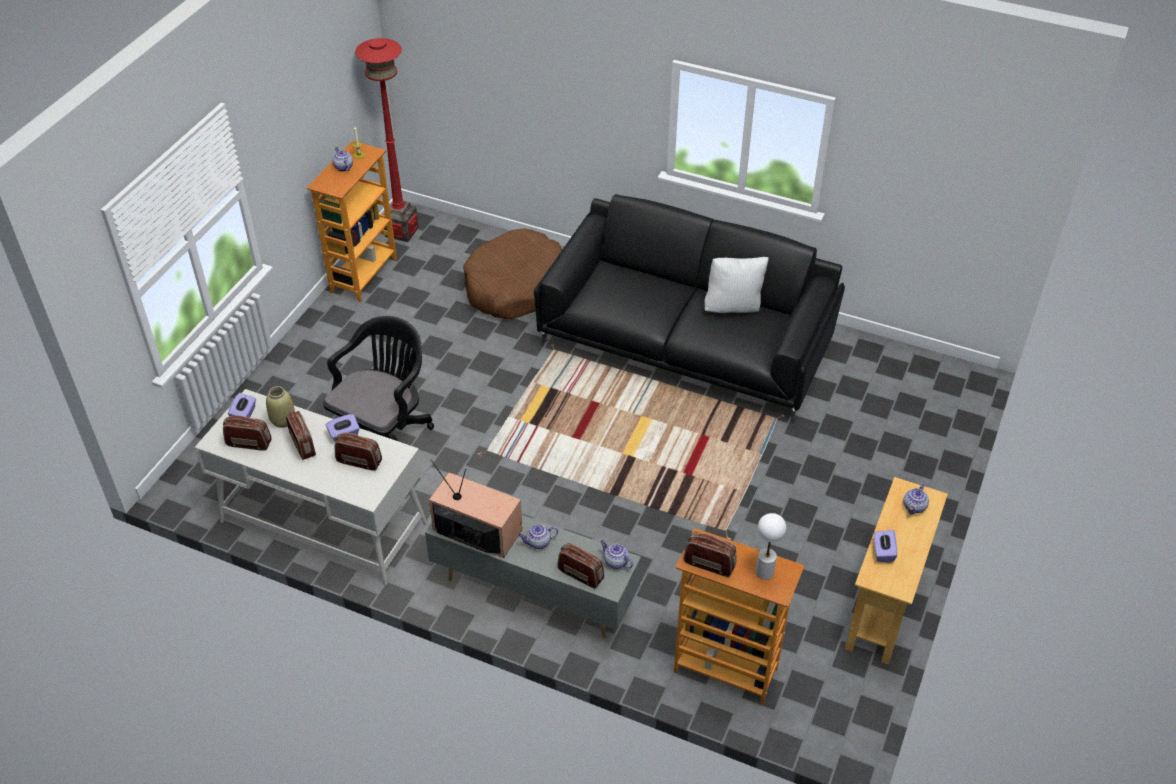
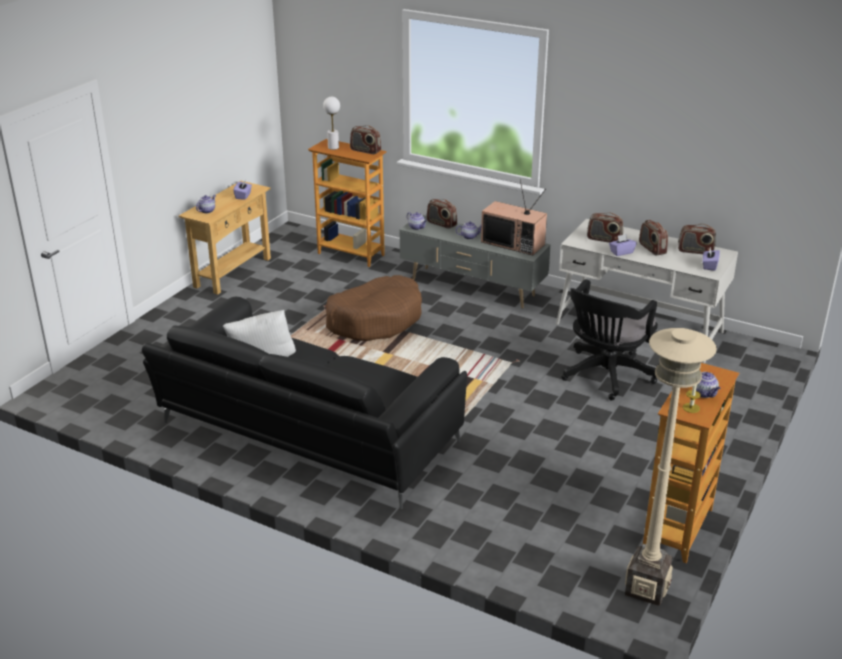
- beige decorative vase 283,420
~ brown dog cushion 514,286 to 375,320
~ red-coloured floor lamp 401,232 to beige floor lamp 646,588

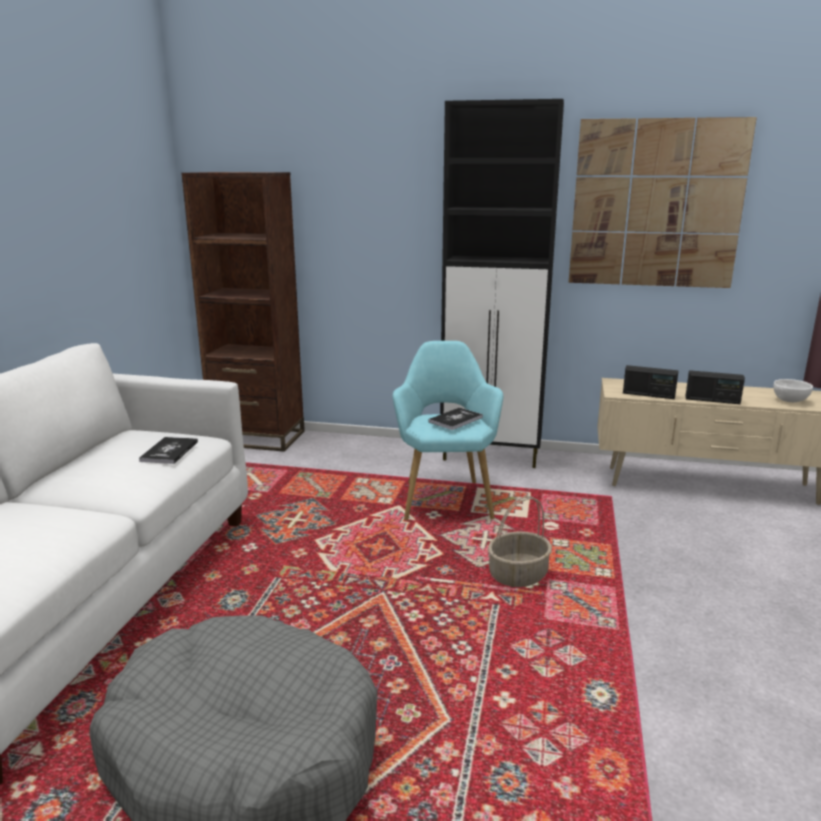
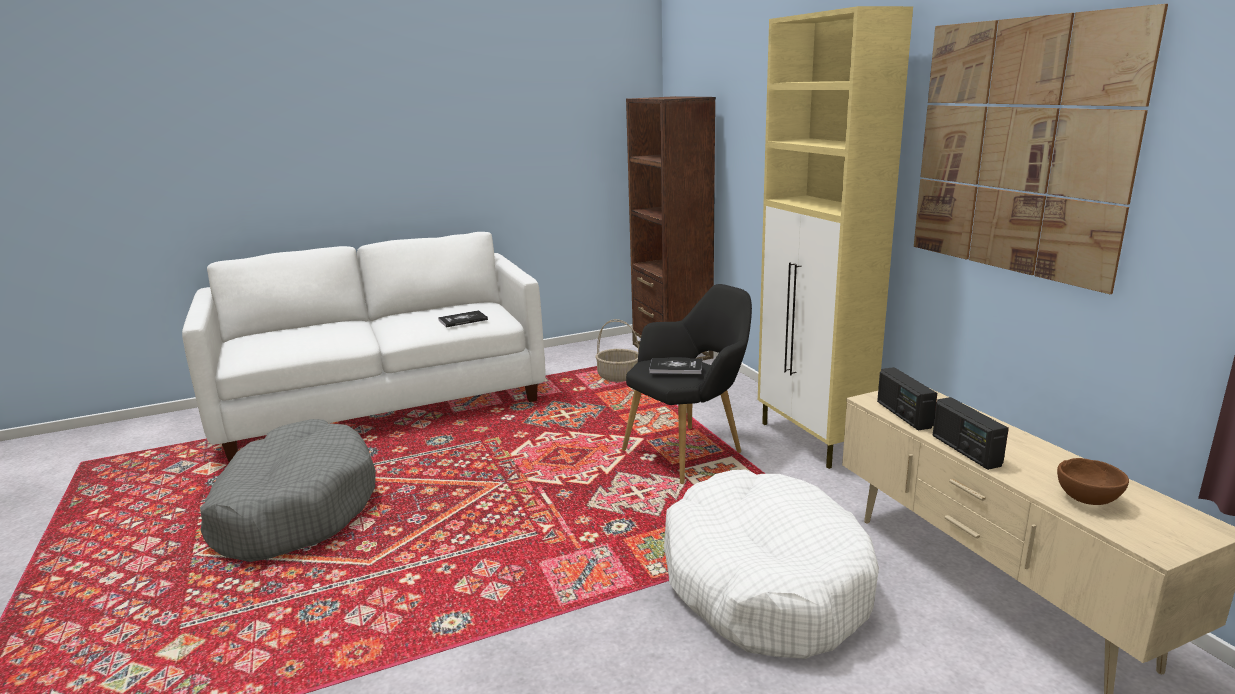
+ white-coloured dog cushion 764,582
~ household basket 518,575 to 619,376
~ turquoise lounge chair 445,497 to blackish lounge chair 690,451
~ blackish cupboard 492,456 to beige cupboard 813,440
~ white-coloured serving bowl 789,401 to brown serving bowl 1087,499

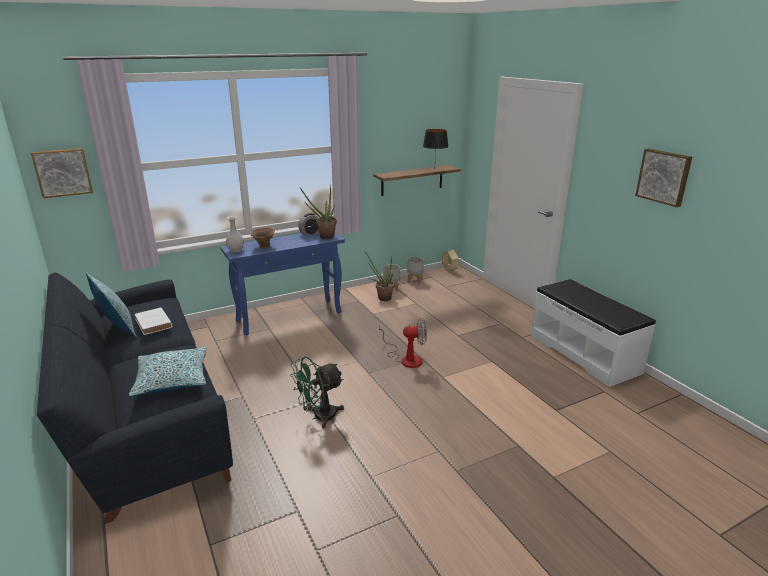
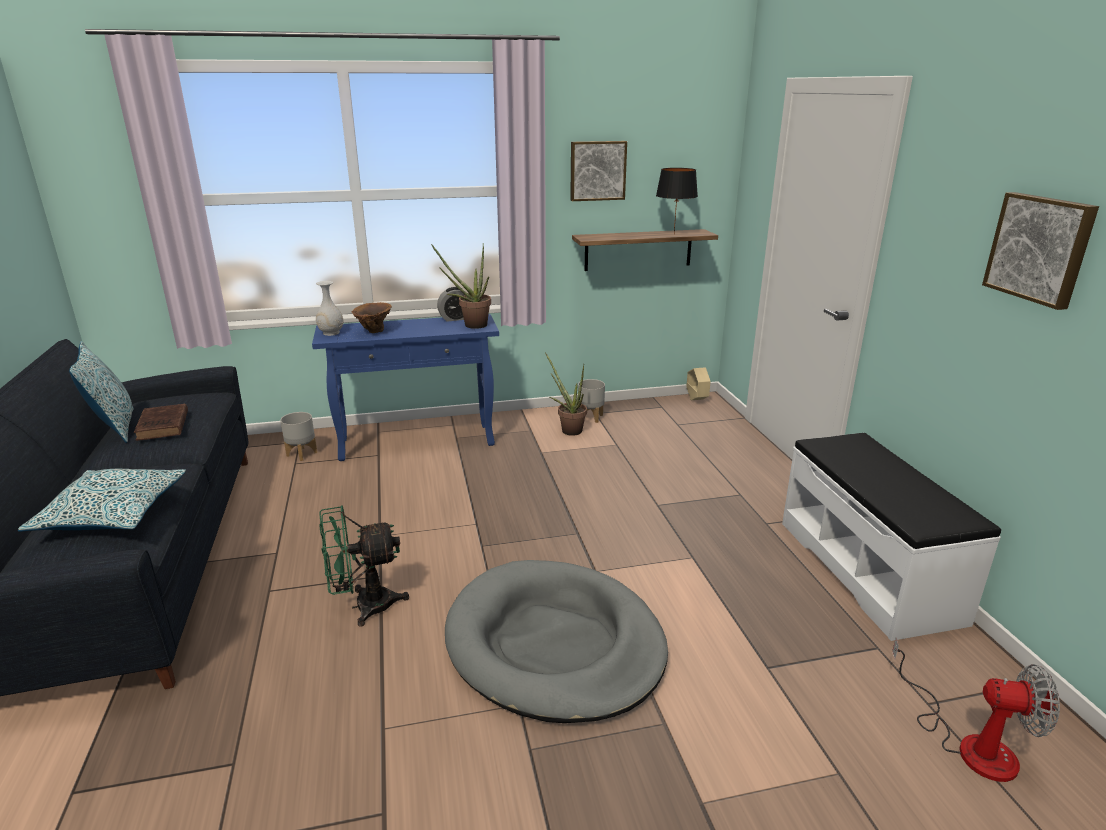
+ grey dog cushion 554,644
~ picture 62,172 to 597,170
~ cooling fan 406,358 to 969,743
~ grey plant pot 415,280 to 301,454
~ white-coloured bound book 154,324 to brown bound book 163,426

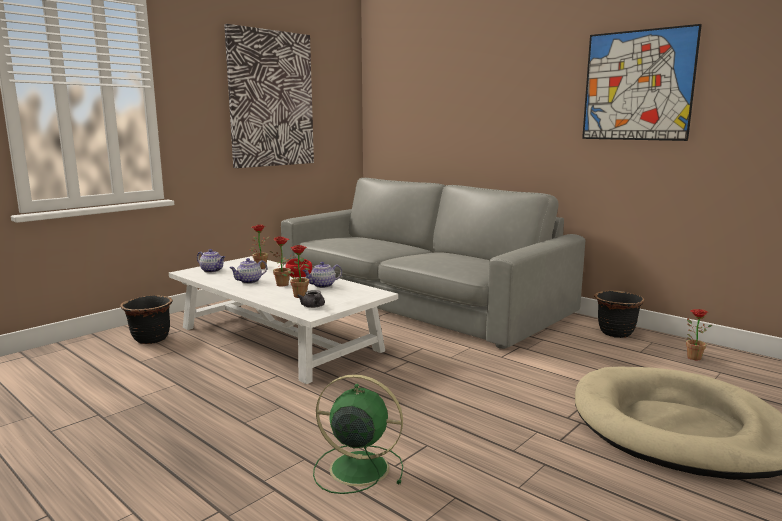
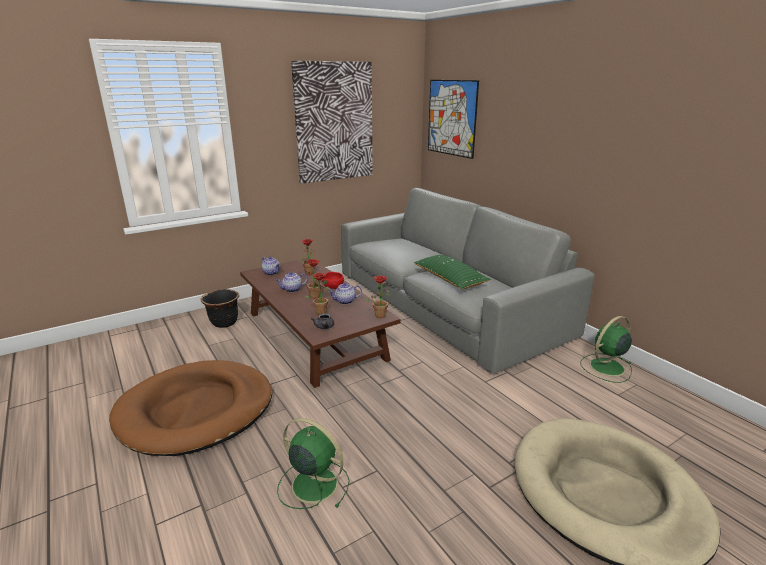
+ brown dog cushion 196,410
+ greenish cushion 450,279
~ picture 637,86 to 451,118
~ houseplant 691,356 to 380,314
~ blackish plant pot 615,333 to greenish cooling fan 605,367
~ white-coloured lounge table 280,338 to brown lounge table 315,335

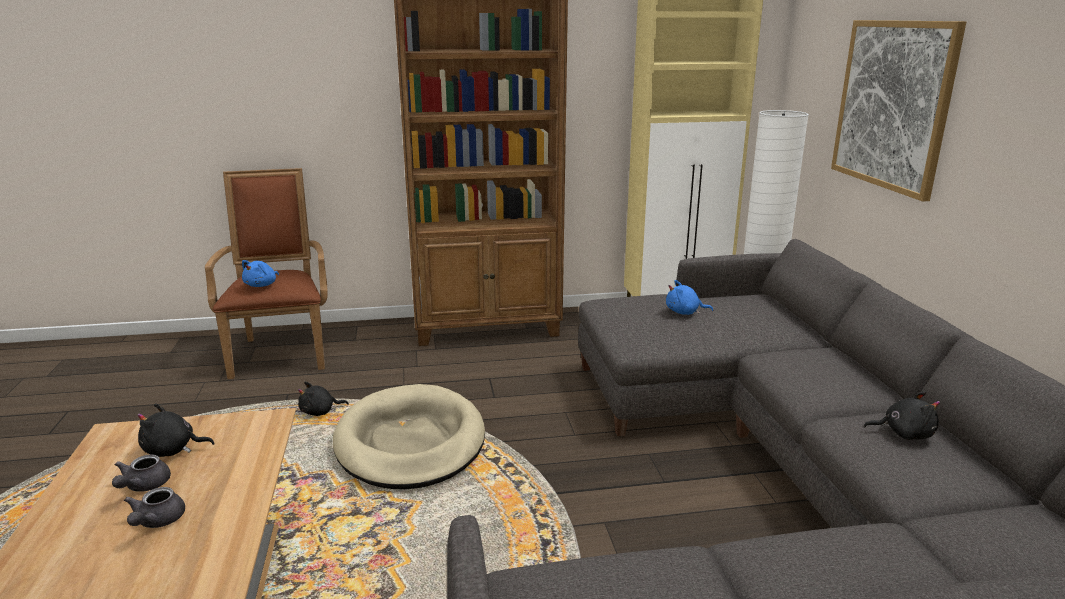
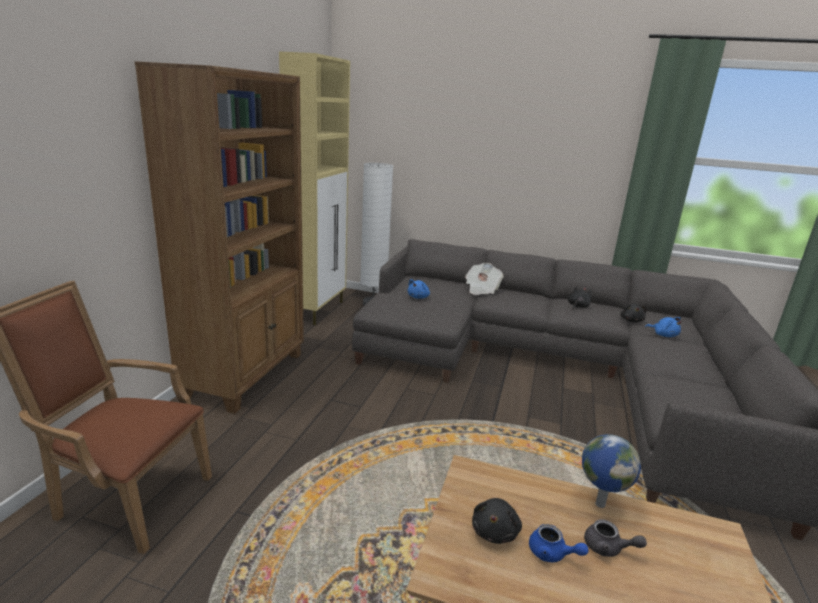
- beige dog cushion 410,442
- picture 892,105
+ newspaper 481,289
+ globe 599,503
~ blue-coloured soft toy 262,285 to 663,335
~ blackish soft toy 320,412 to 631,320
~ grey pot for tea 143,486 to blue-coloured pot for tea 552,554

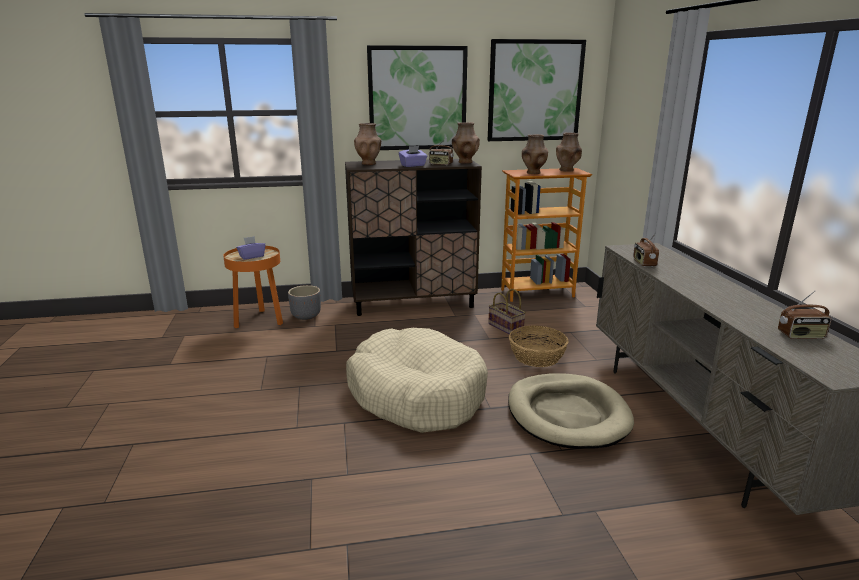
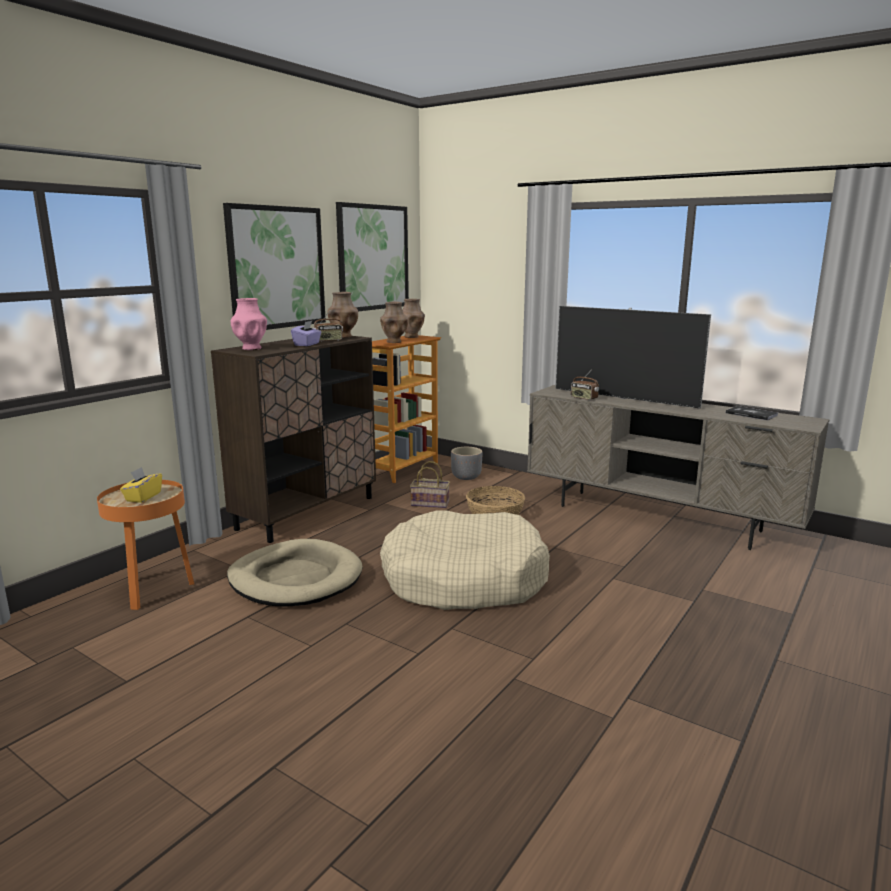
+ television 624,398
~ grey plant pot 305,316 to 466,477
~ beige dog cushion 567,414 to 295,578
~ radio receiver 801,336 to bound book 751,414
~ purplish tissue box 252,256 to yellow tissue box 143,497
~ brown decorative vase 368,163 to pink-coloured decorative vase 251,348

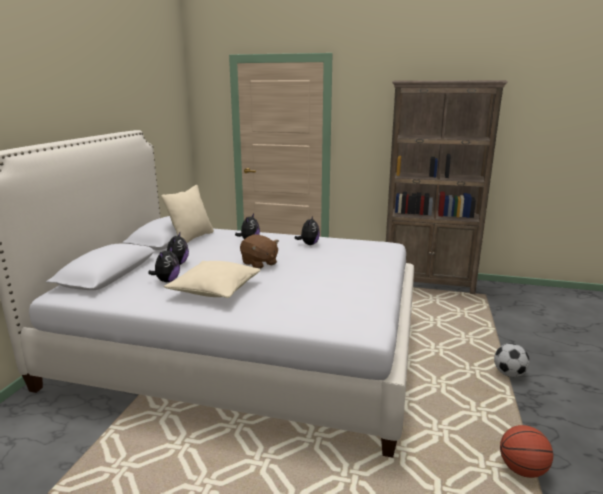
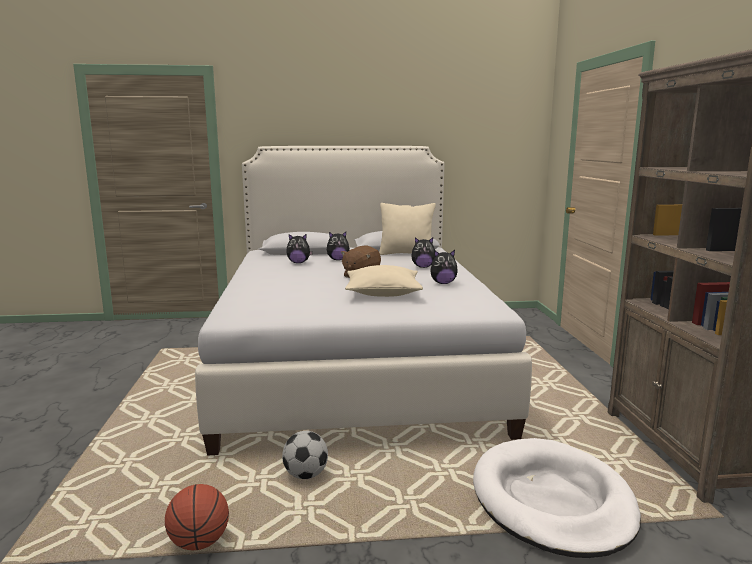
+ white-coloured dog cushion 552,501
~ beige cushion 215,290 to 383,292
~ football 509,374 to 305,475

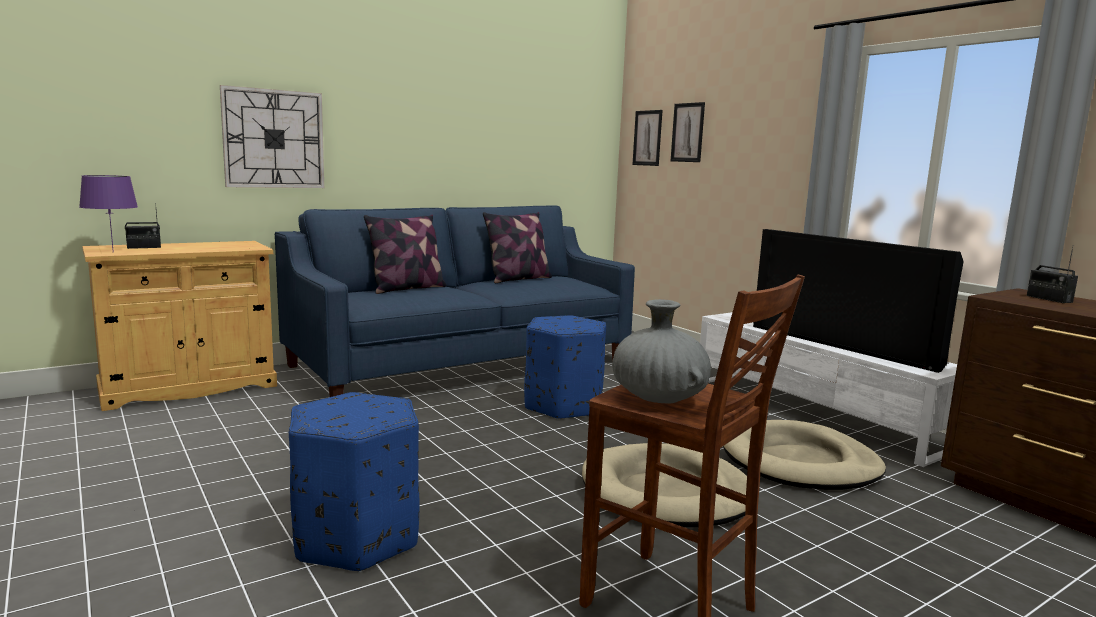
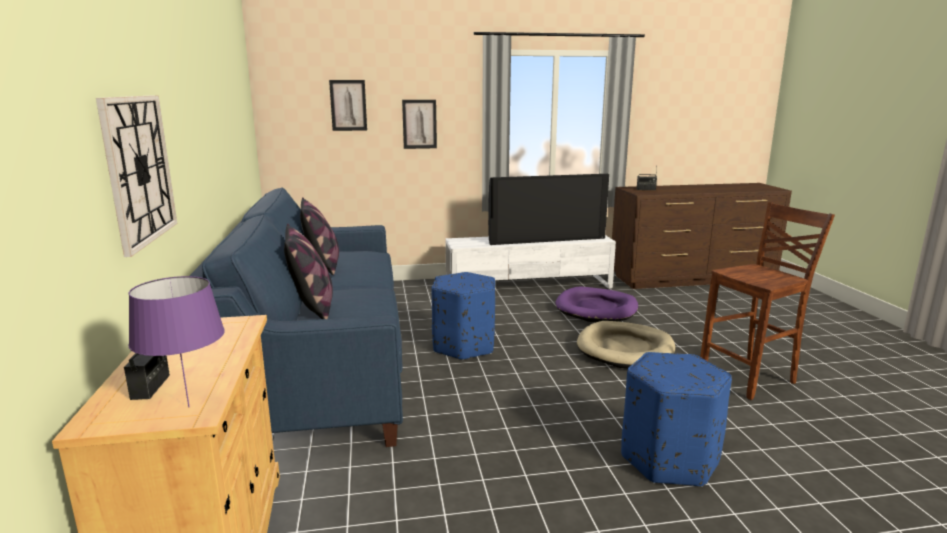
- grey decorative vase 658,398
~ picture 647,138 to 419,124
~ beige dog cushion 799,462 to purplish dog cushion 596,309

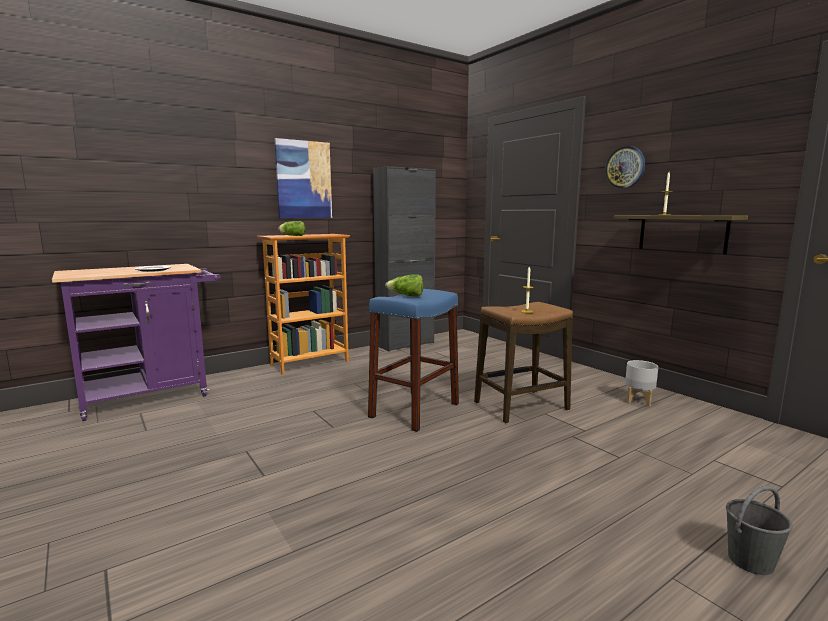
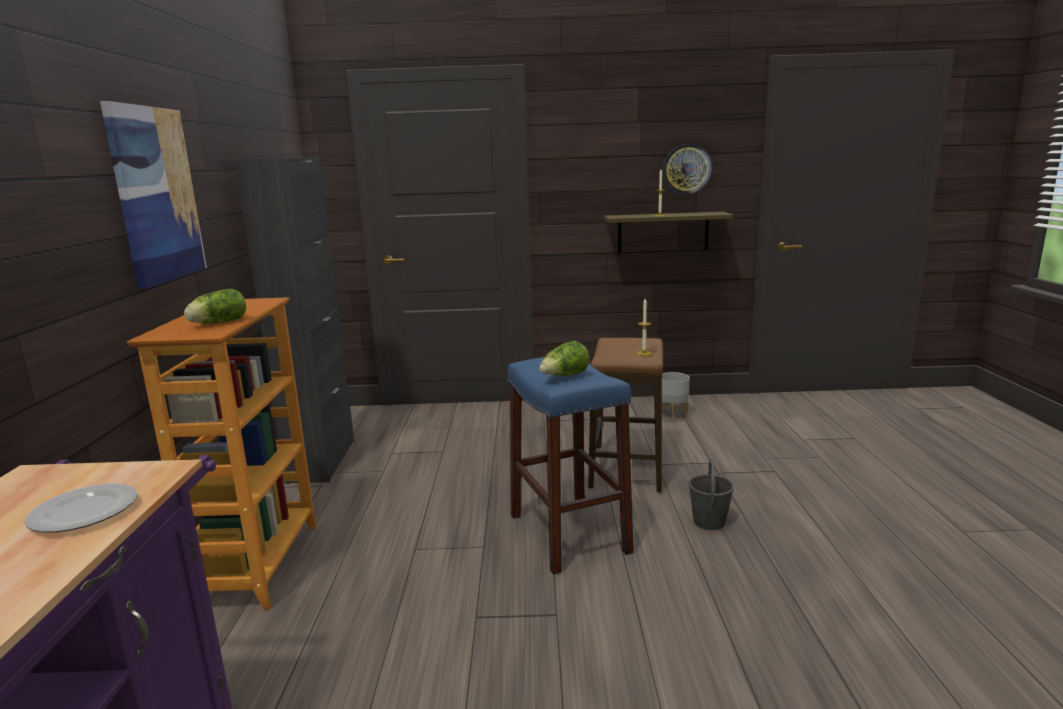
~ clock on the wall 625,167 to 686,169
~ grey pail 750,561 to 709,522

